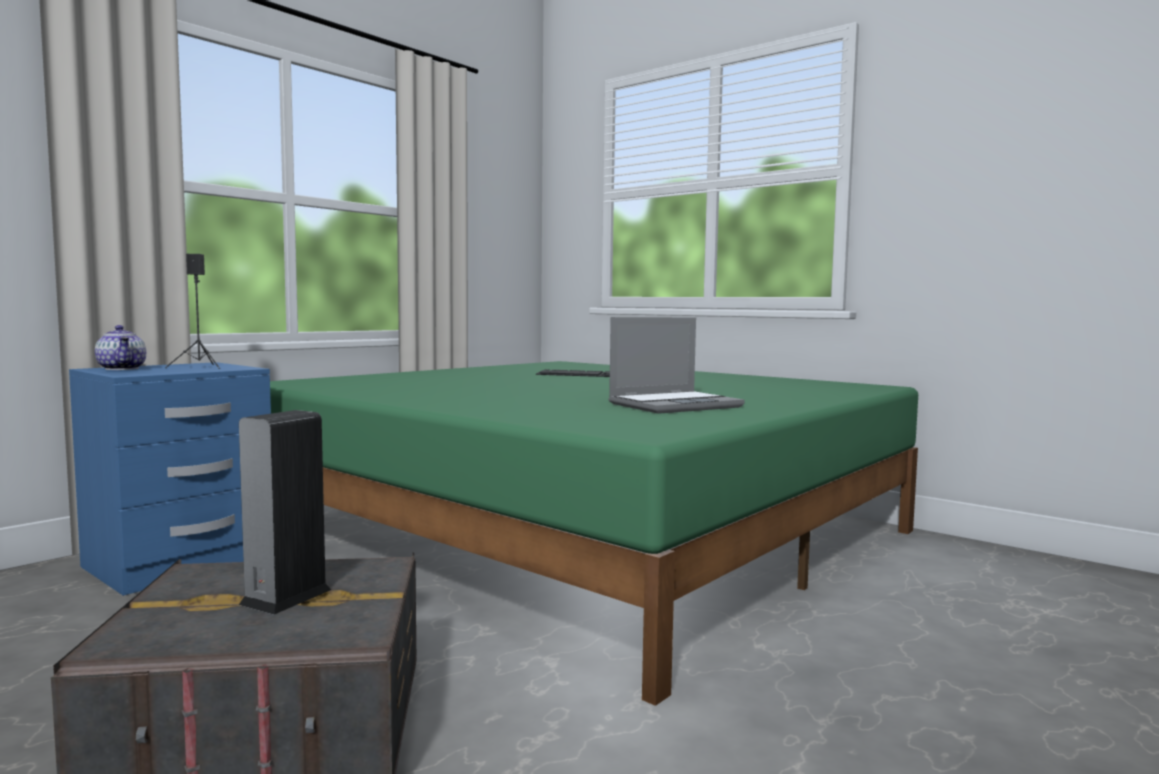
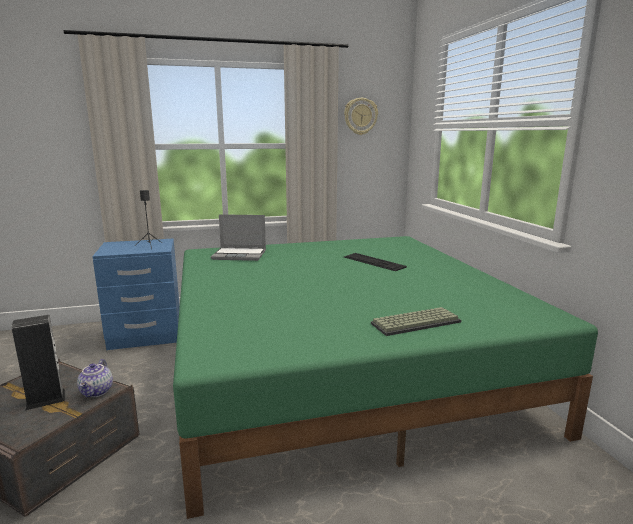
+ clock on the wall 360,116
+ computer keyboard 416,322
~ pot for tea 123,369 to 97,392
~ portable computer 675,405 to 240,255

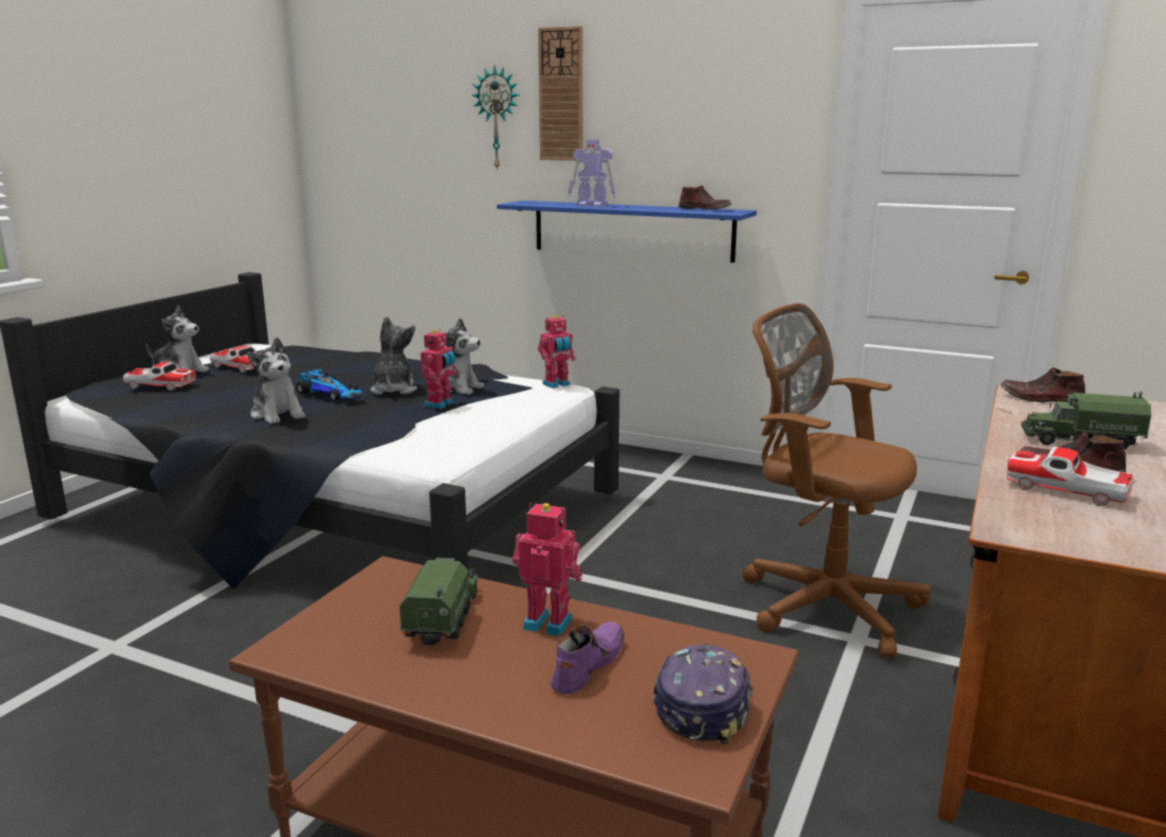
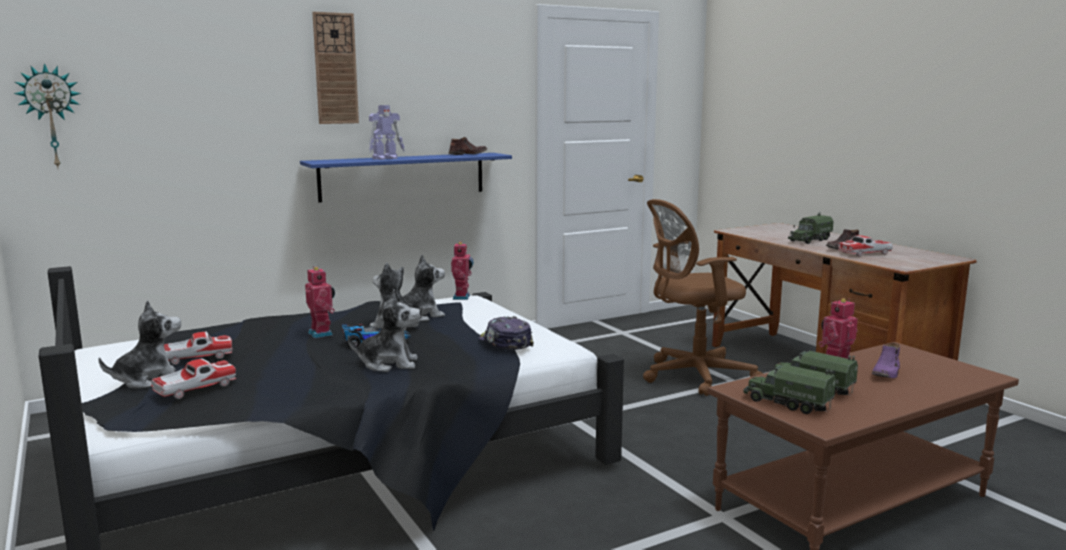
- brown shoe 1041,399
+ toy lorry 787,403
~ model robot 440,404 to 322,333
~ clock on the wall 498,118 to 51,117
~ peaked cap 702,705 to 505,343
~ purplish shoe 587,665 = 886,373 120 degrees counterclockwise

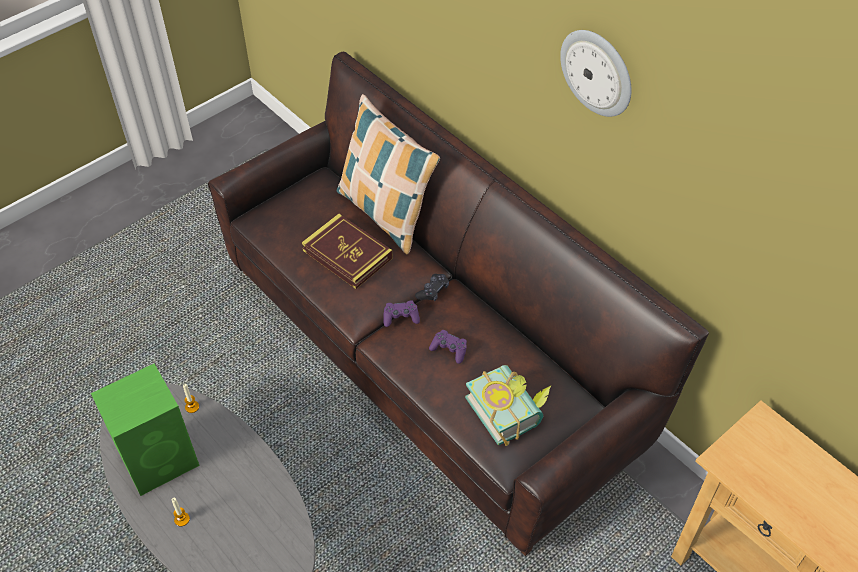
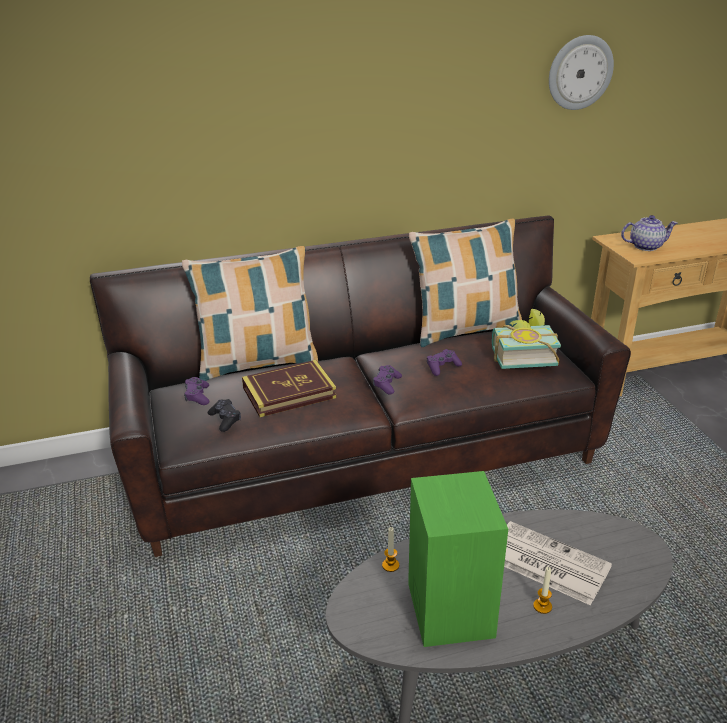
+ purplish joypad 197,396
+ cushion 465,330
+ newspaper 545,562
+ pot for tea 646,246
~ blackish joypad 433,291 to 225,420
~ clock on the wall 597,72 to 579,72

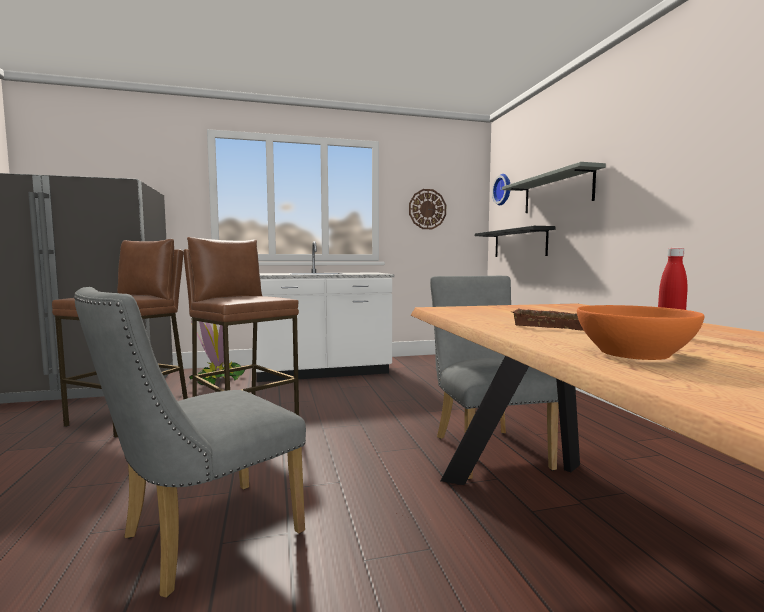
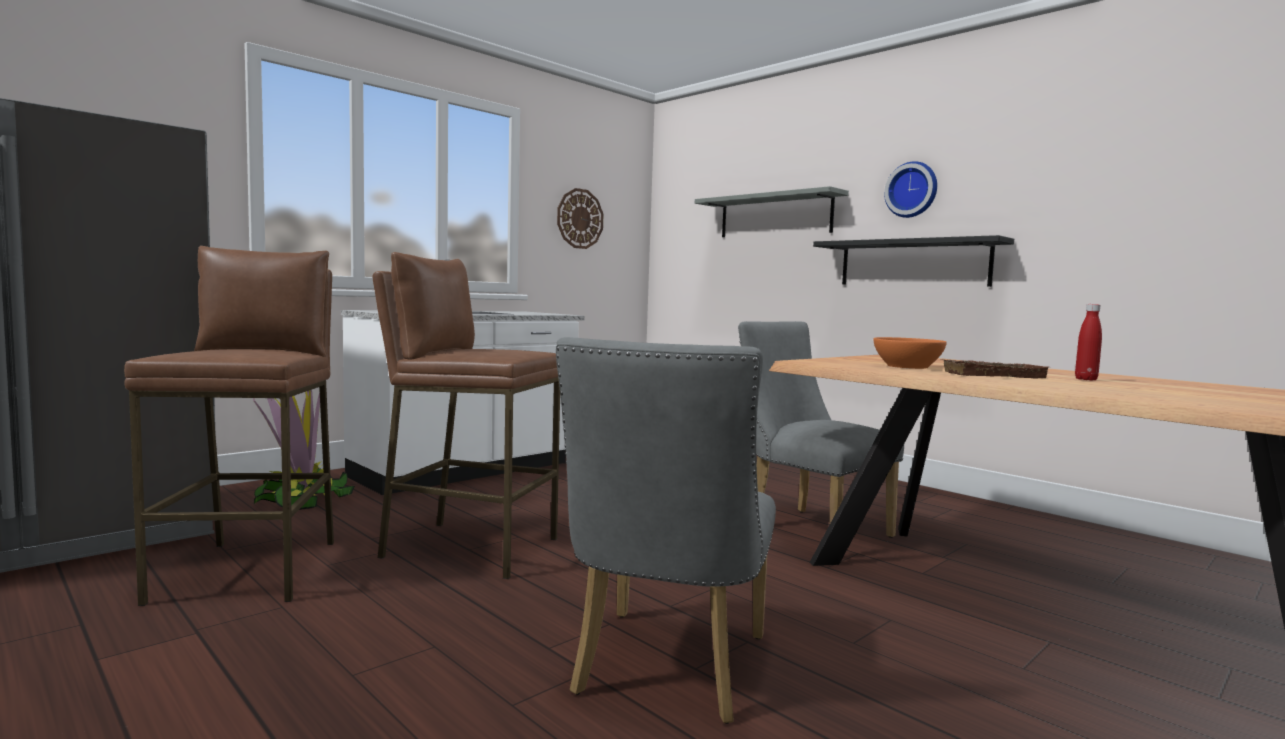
~ blackish wall shelf 519,243 to 913,263
~ clock on the wall 503,189 to 912,190
~ orange-coloured serving bowl 633,353 to 907,366

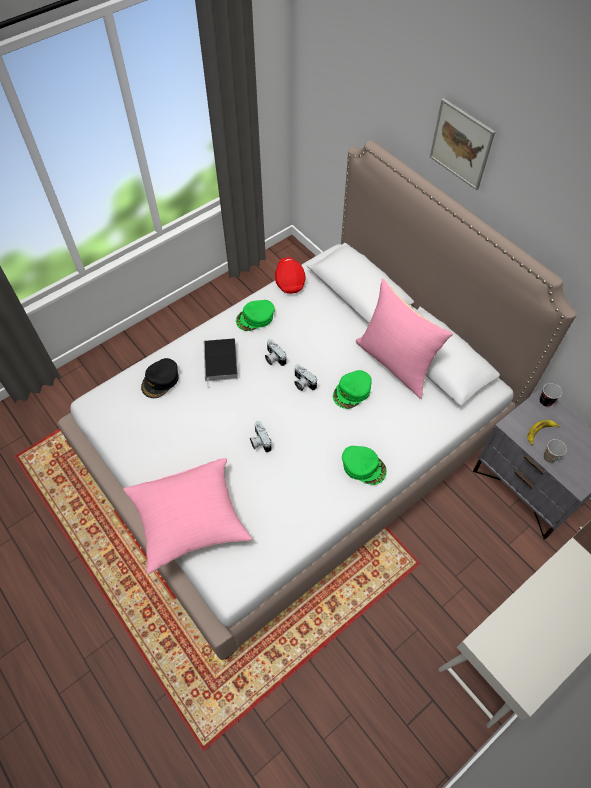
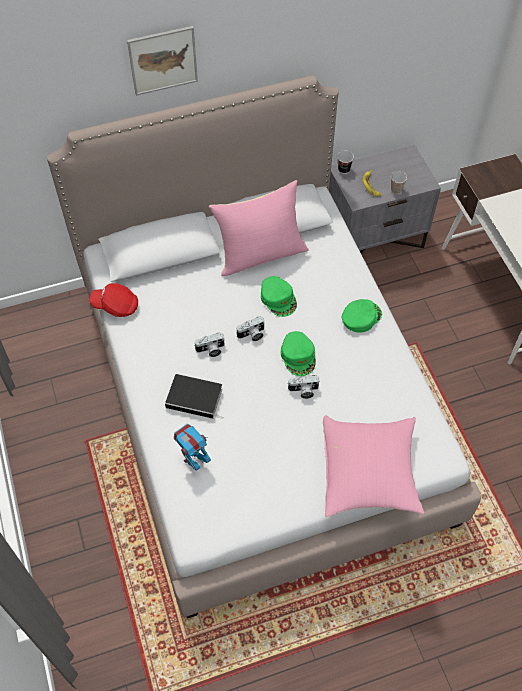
~ greenish peaked cap 255,318 to 298,356
~ blackish peaked cap 160,381 to model robot 194,460

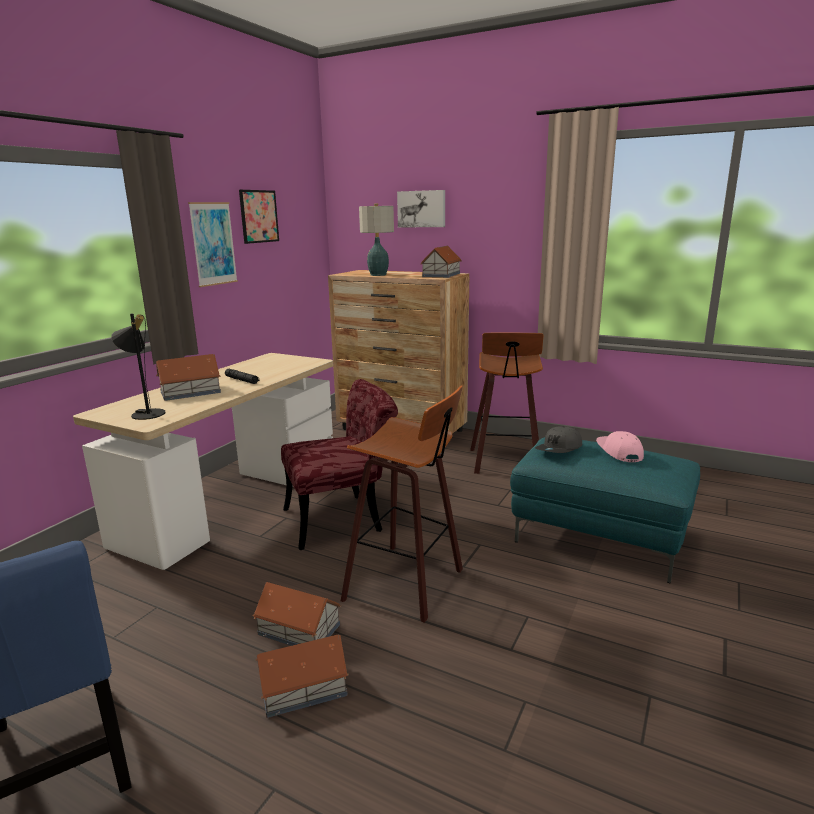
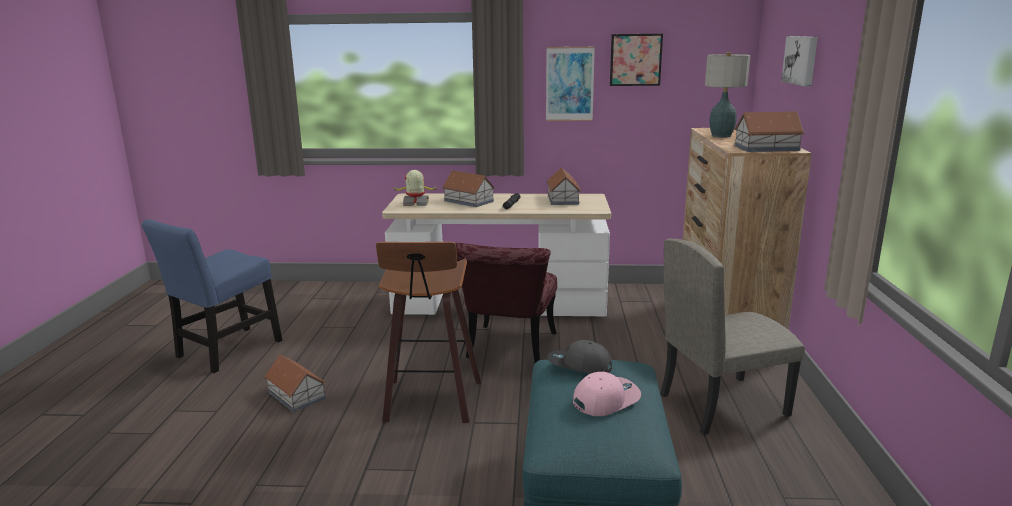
~ miniature house 299,630 to 562,199
~ blackish lamp for a table 145,413 to model robot 416,203
~ sitting stool 506,463 to beige upright chair 722,404
~ red-coloured upright chair 343,518 = 508,350 60 degrees clockwise

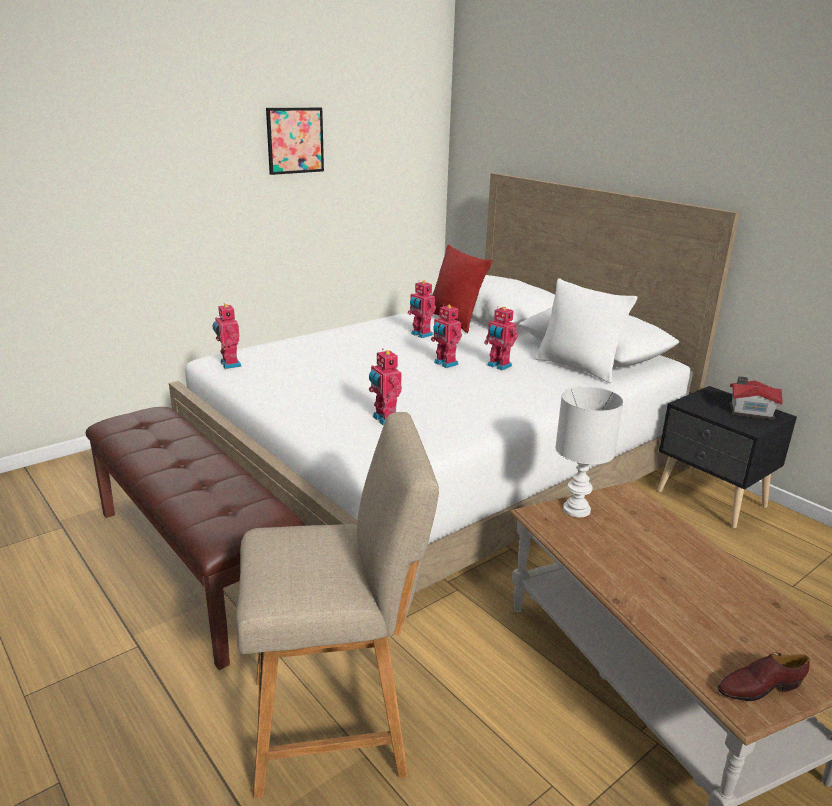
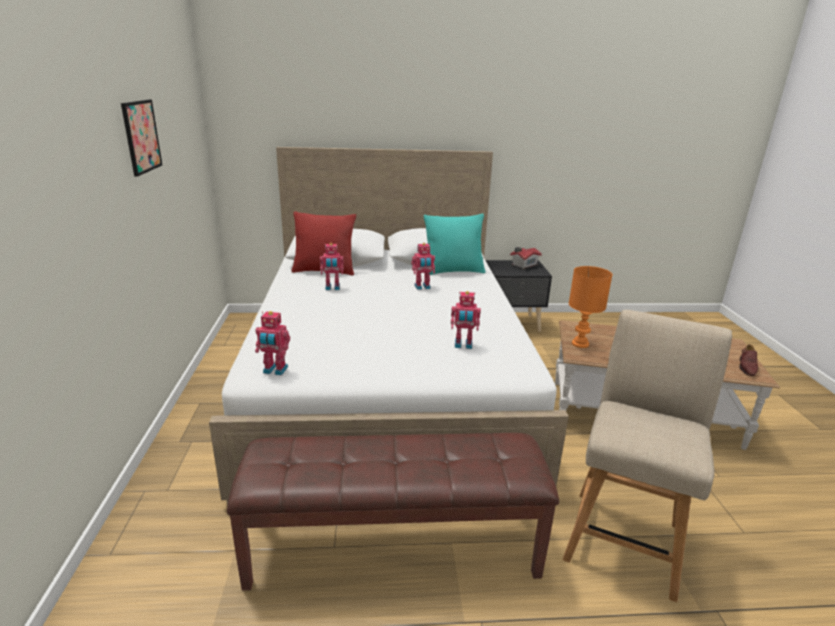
- model robot 445,364
~ white-coloured cushion 577,368 to turquoise cushion 453,271
~ white-coloured lamp for a table 577,510 to orange-coloured lamp for a table 581,344

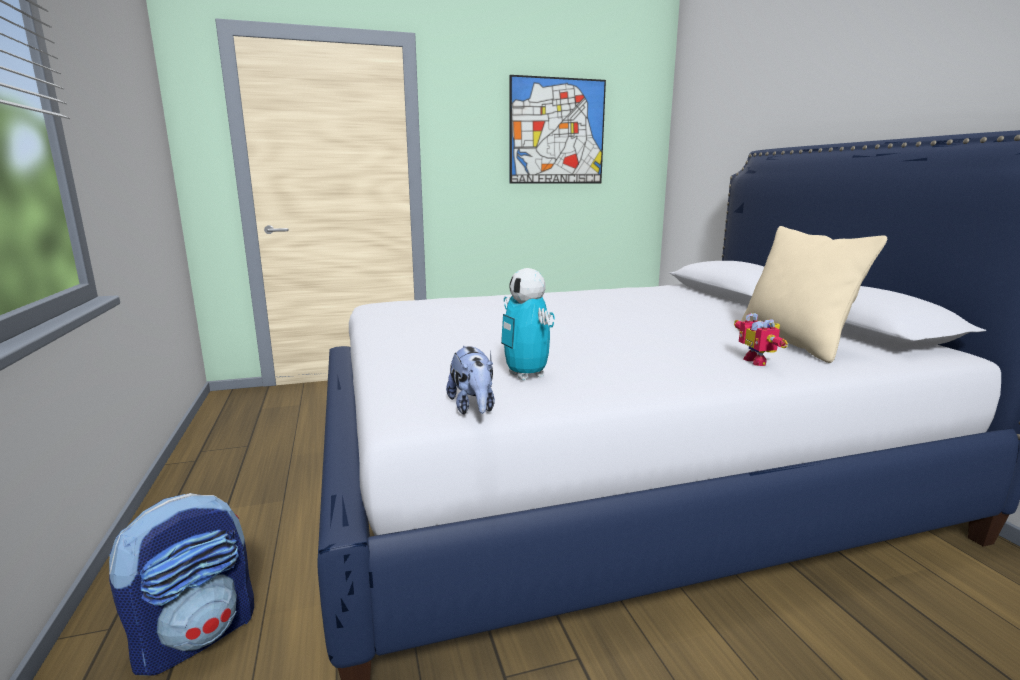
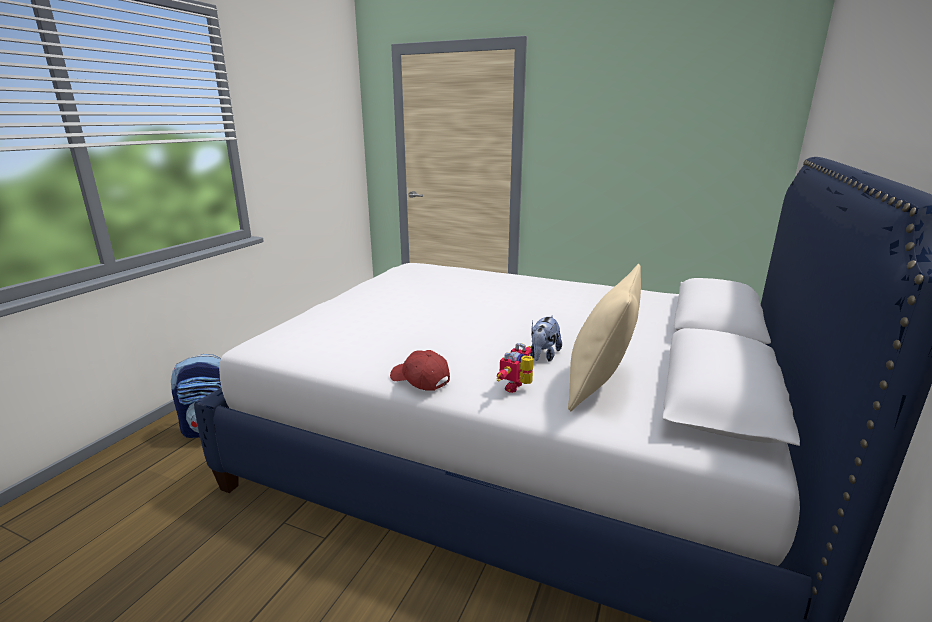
- model robot 526,375
- picture 557,131
+ red-coloured peaked cap 419,380
~ soft toy 473,408 to 543,356

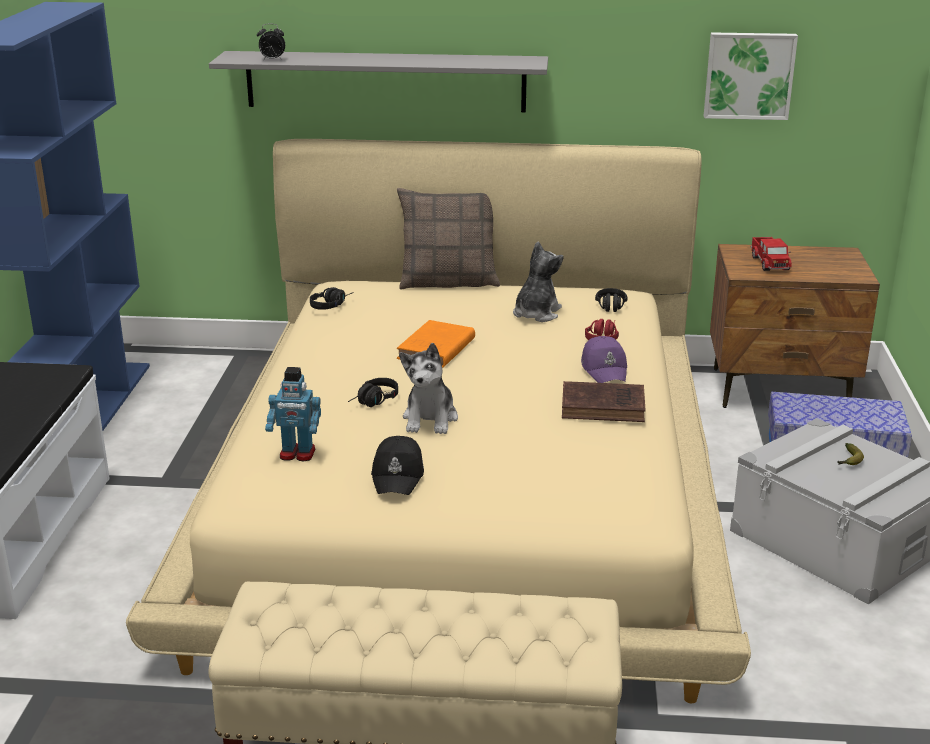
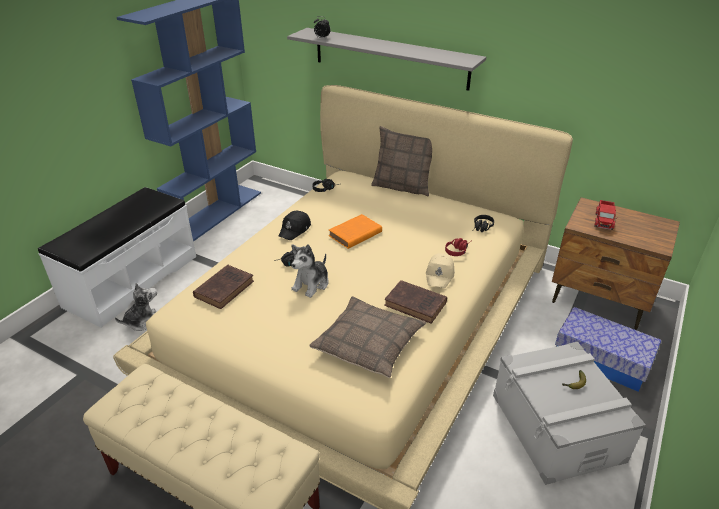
- picture 749,75
+ cushion 369,343
~ blackish peaked cap 398,475 to 295,229
~ soft toy 536,313 to 142,321
~ model robot 297,454 to brown bound book 225,288
~ purplish peaked cap 604,369 to beige peaked cap 440,275

